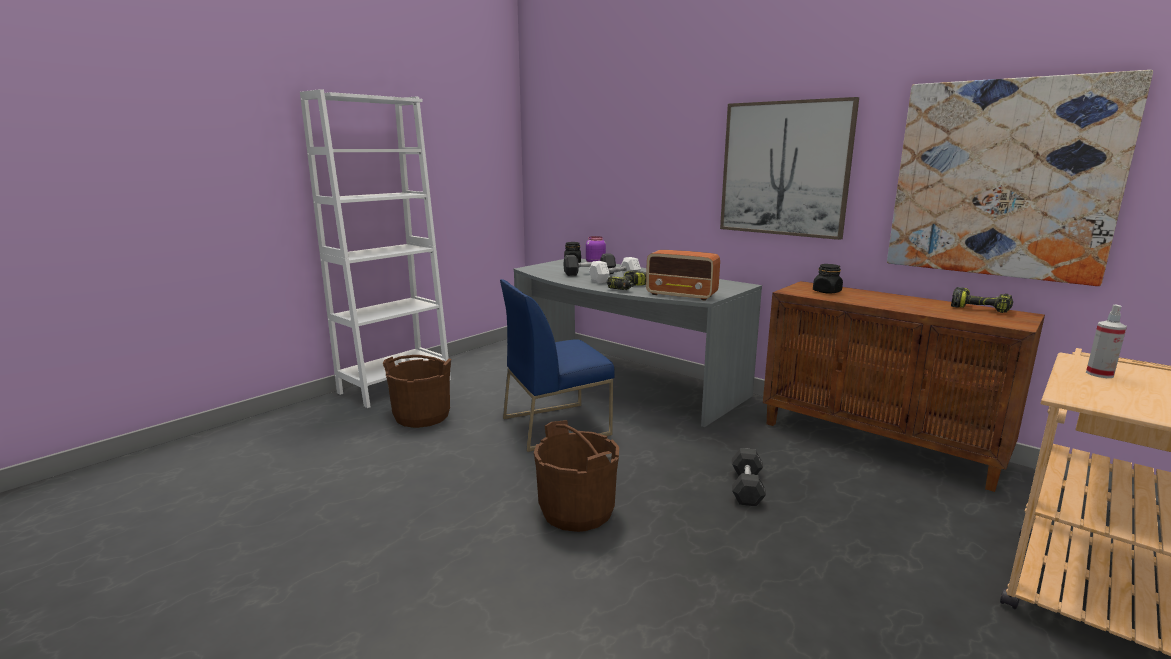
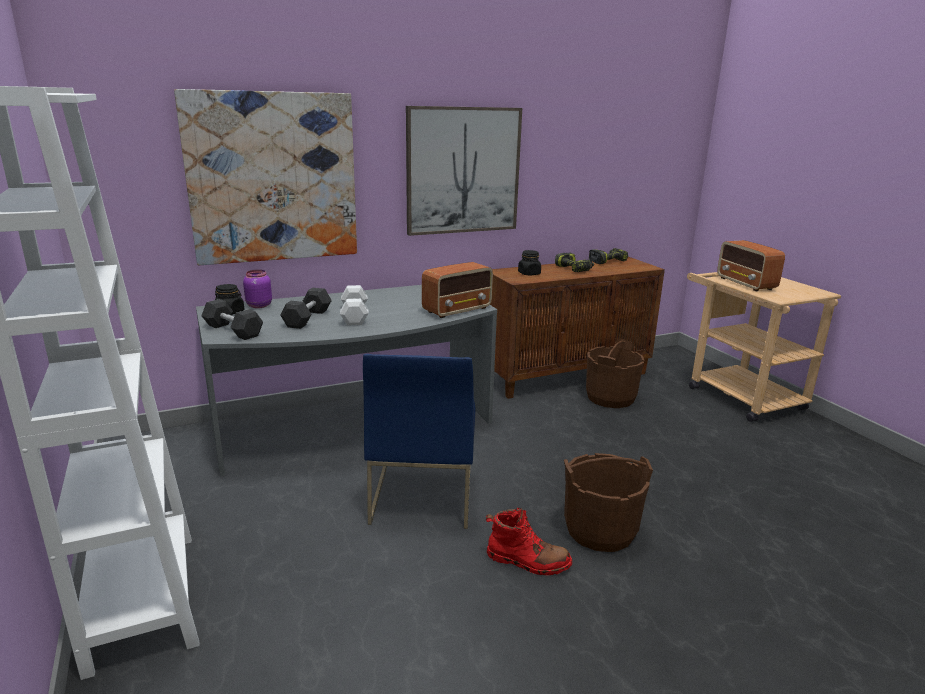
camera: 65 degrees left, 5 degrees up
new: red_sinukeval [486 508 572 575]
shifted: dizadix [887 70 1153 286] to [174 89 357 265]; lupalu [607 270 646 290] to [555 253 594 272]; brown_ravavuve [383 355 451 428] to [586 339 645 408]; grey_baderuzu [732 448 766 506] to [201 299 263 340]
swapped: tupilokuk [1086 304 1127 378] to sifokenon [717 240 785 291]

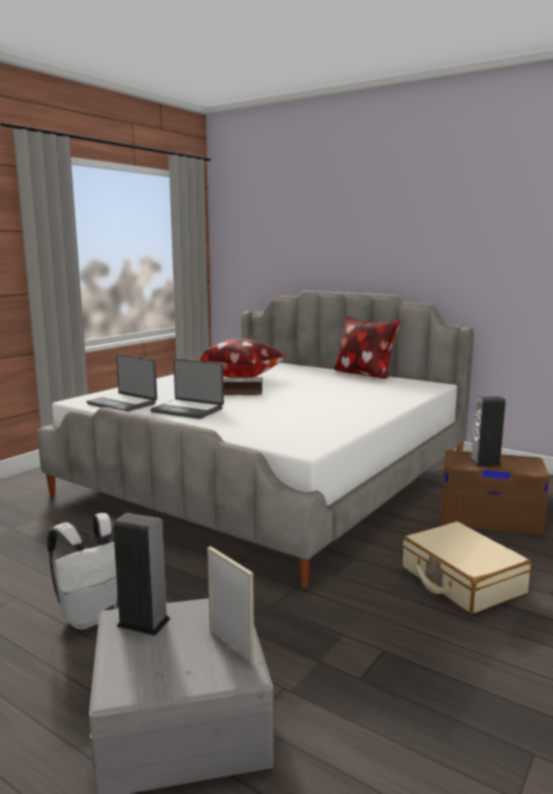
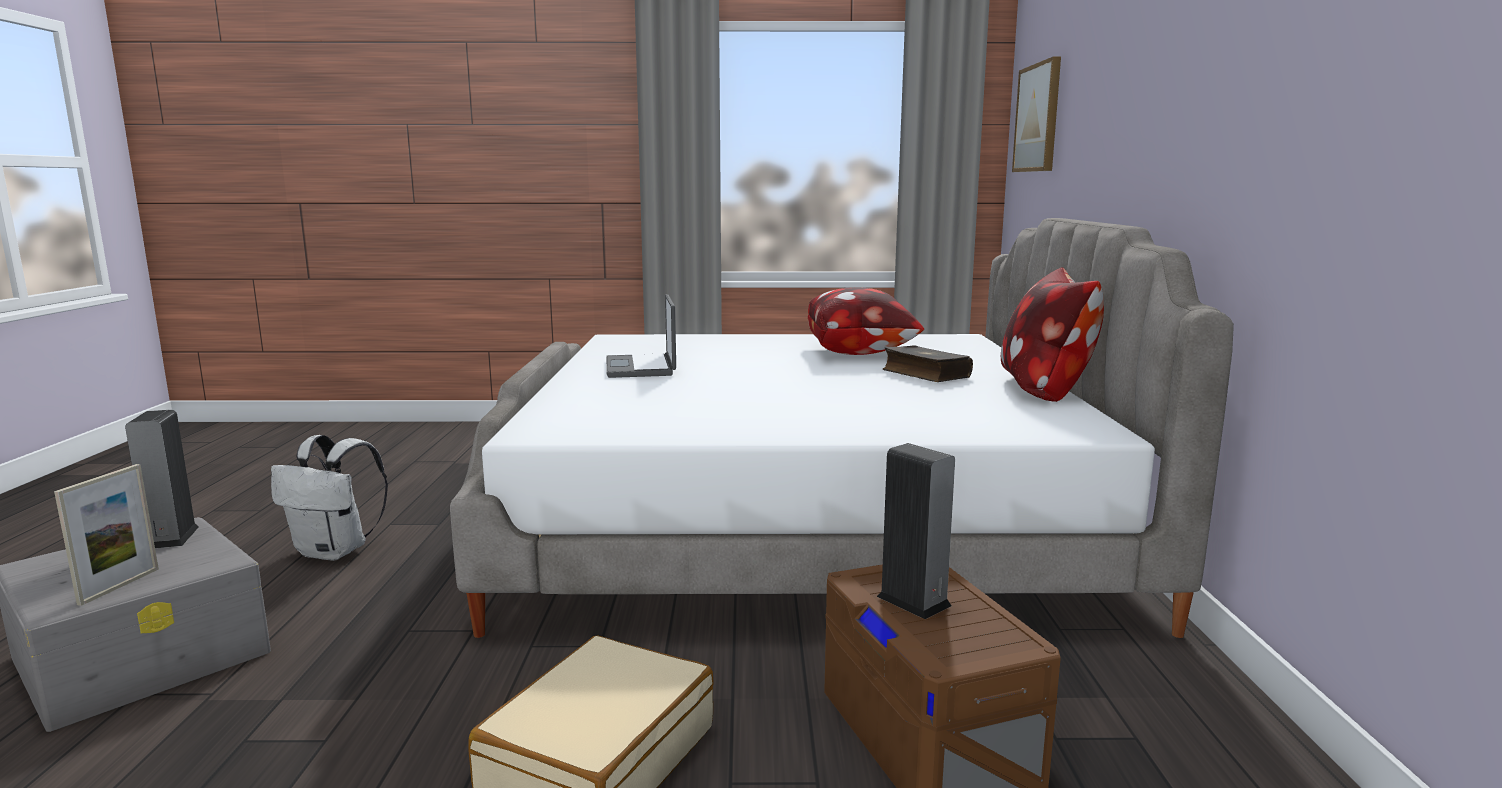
camera: 55 degrees right, 0 degrees up
gone: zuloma [87 354 157 412]
new: dizadix [1012 57 1061 172]
shifted: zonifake [223 377 263 395] to [883 345 973 382]

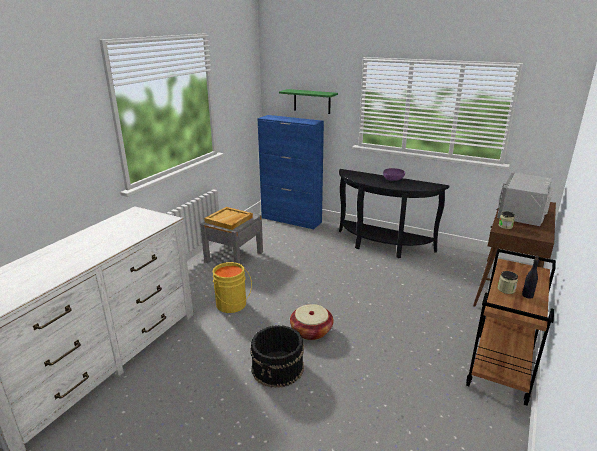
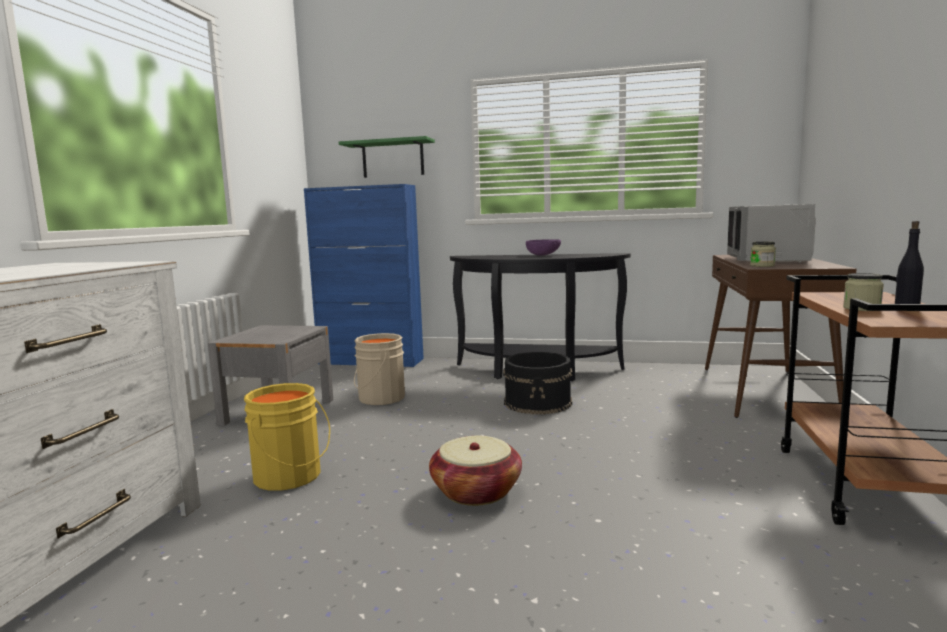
camera: 15 degrees left, 15 degrees down
gone: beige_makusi [204 207 253 230]
new: beige_ravavuve [354 333 405 405]
shifted: black_ravavuve [250 325 304 388] to [503 352 572 414]

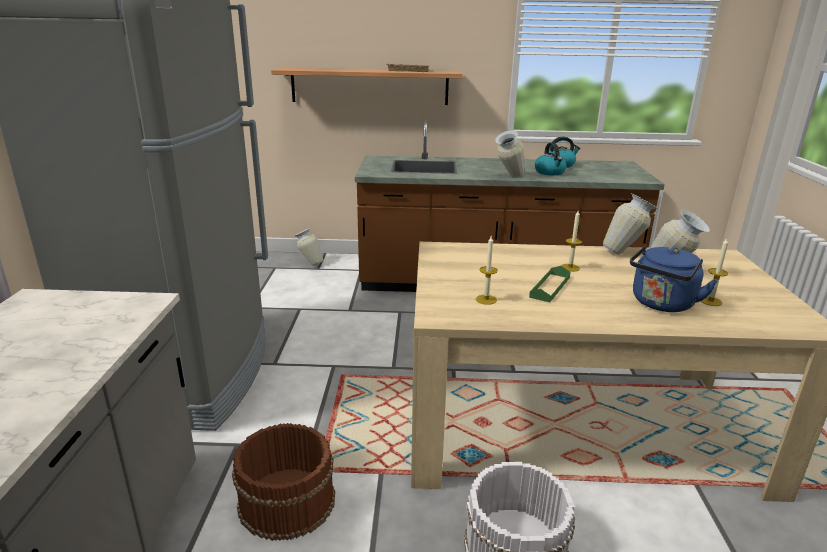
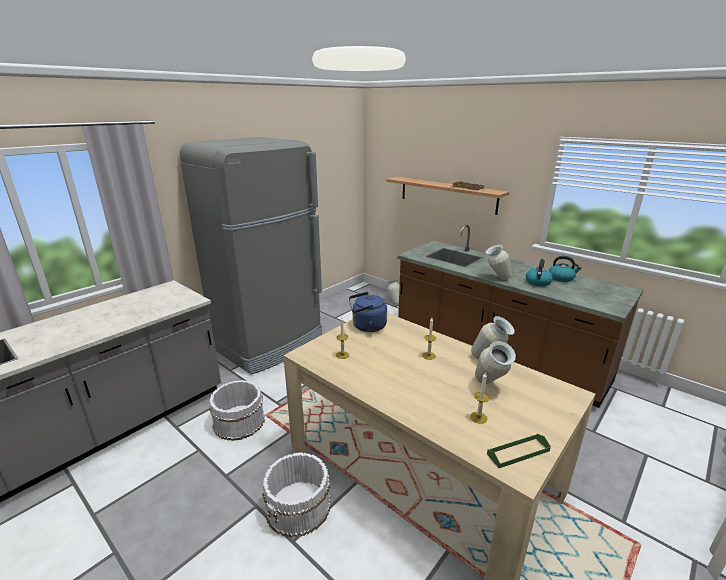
camera: 40 degrees right, 0 degrees up
shifted: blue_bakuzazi [630 244 718 312] to [349 292 387 332]; green_makusi [529 266 570 303] to [487 434 551 468]
repainted: brown_ravavuve [232 423 335 541] to white_ravavuve [209 380 265 441]

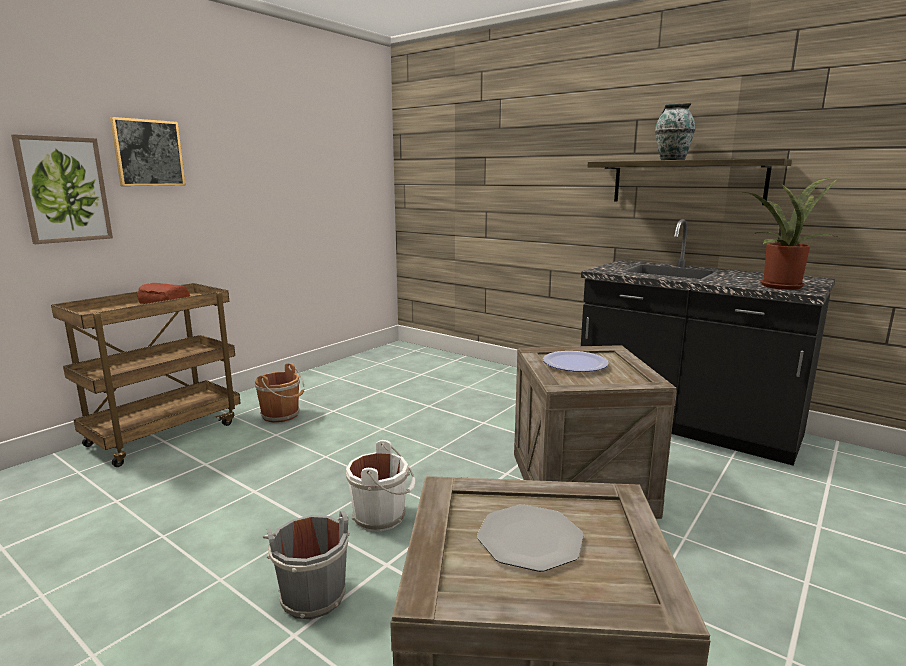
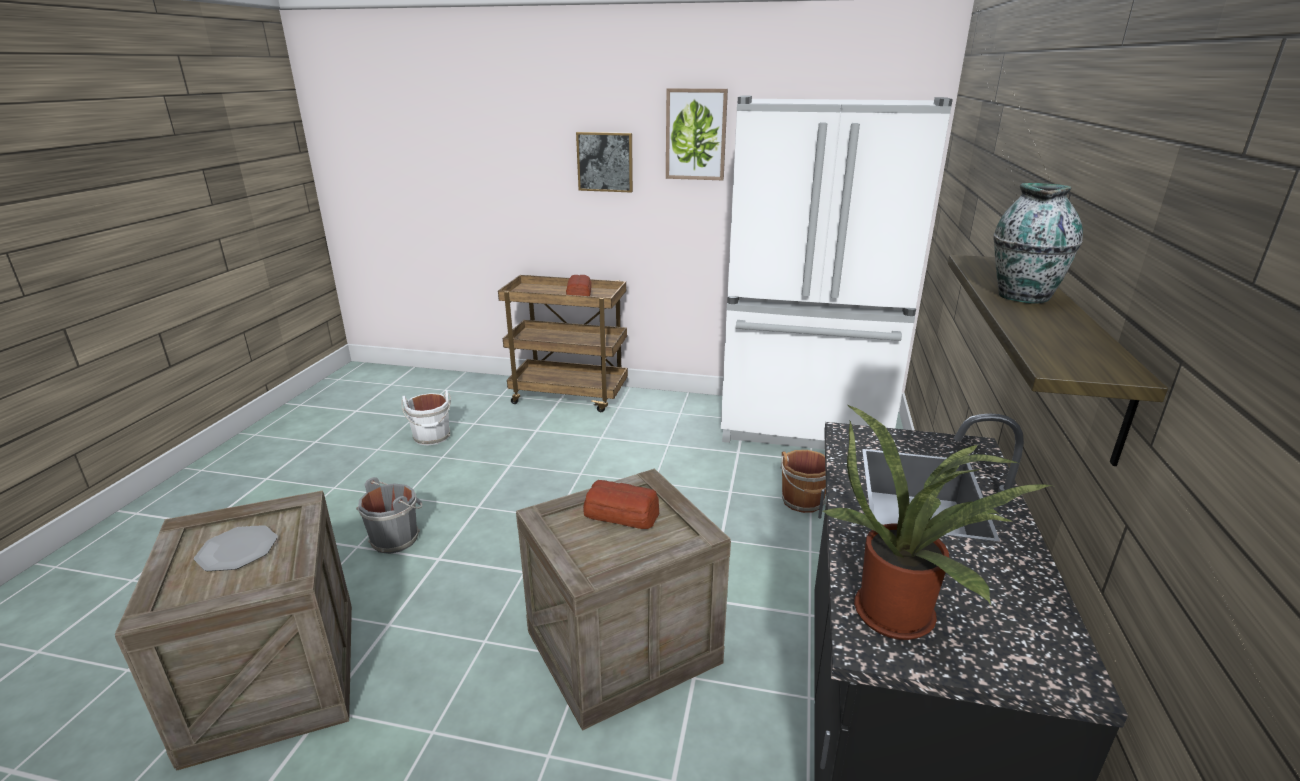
camera: 65 degrees right, 10 degrees up
new: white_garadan [721 96 953 449]
shifted: dizadix [11 134 113 244] to [666 88 728 180]; brown_ravavuve [255 363 304 423] to [780 450 826 513]; white_ravavuve [346 440 415 531] to [401 390 451 446]
swapped: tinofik [543 351 609 372] to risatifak [583 480 659 529]

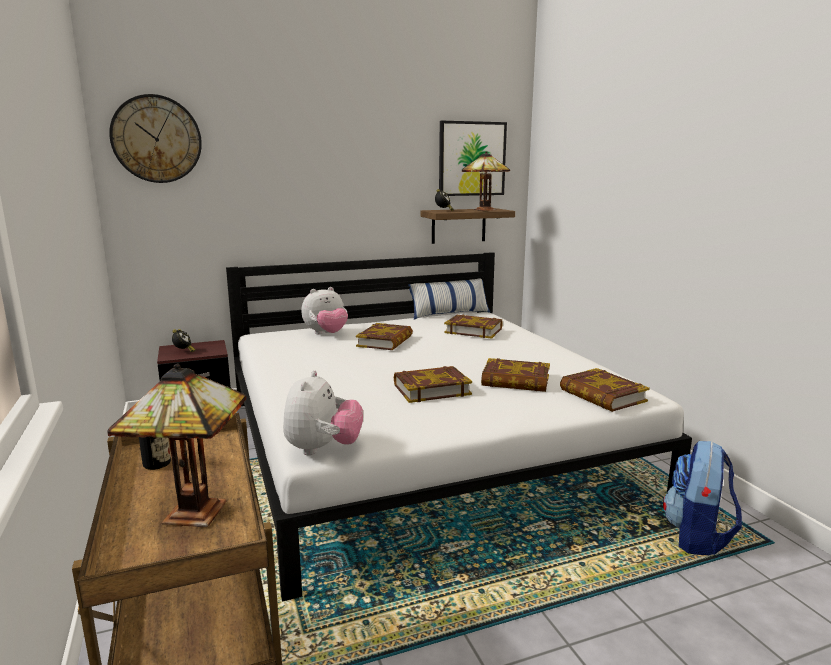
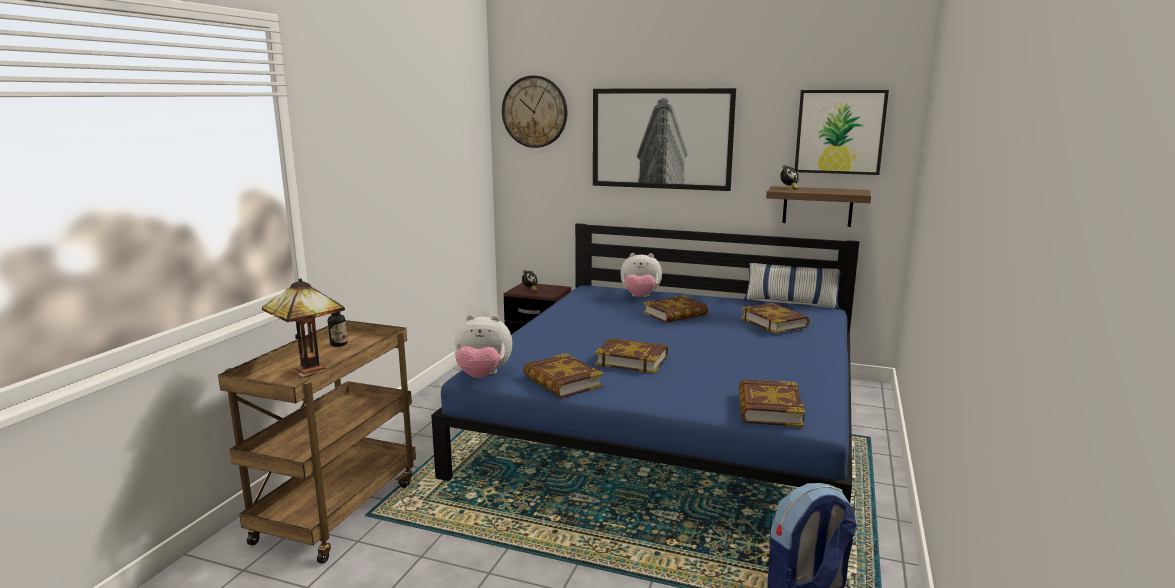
camera: 40 degrees right, 0 degrees up
gone: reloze [462 151 510 211]
new: dizadix [593 88 736 191]
shifted: zonifake [481 358 550 392] to [523 353 603 398]
repainted: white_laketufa [226 252 692 602] to blue_laketufa [431 223 859 503]
rotated: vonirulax [283 370 363 455] = [454 315 512 378] 45 degrees clockwise

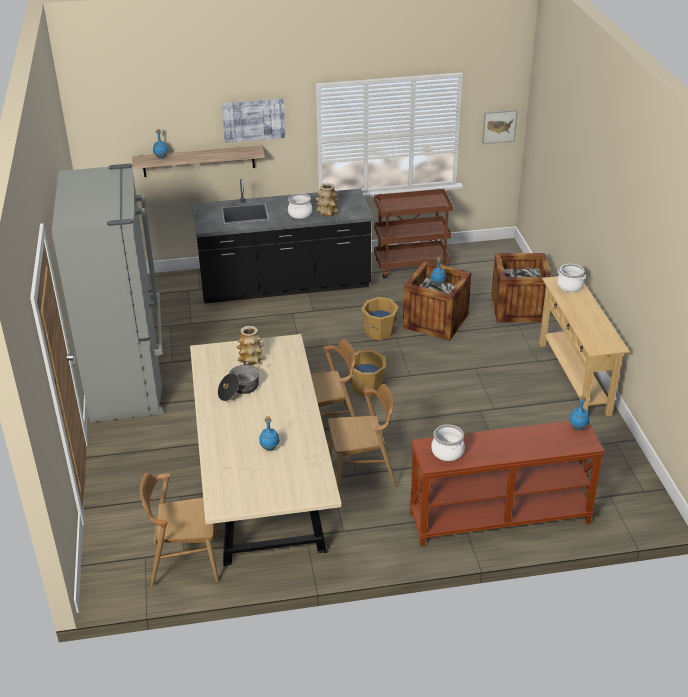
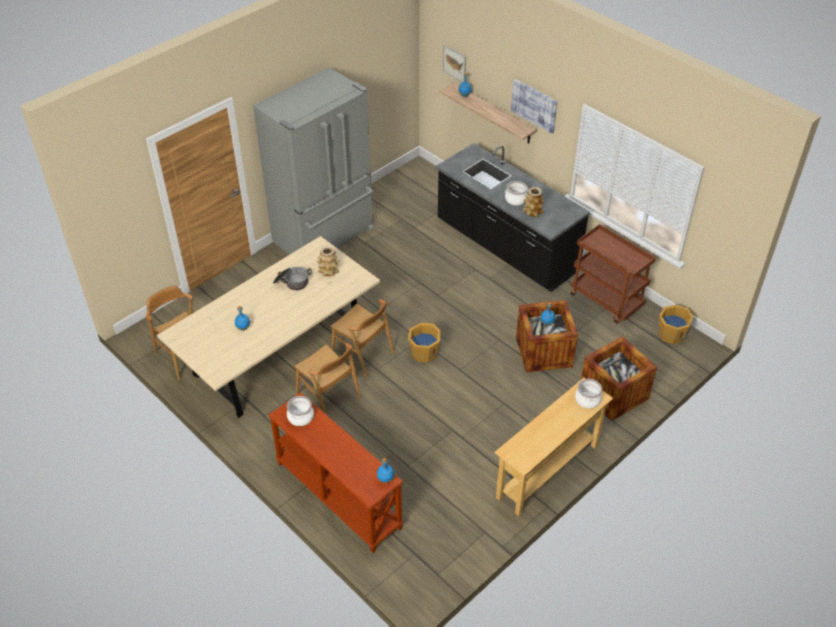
camera: 55 degrees right, 10 degrees up
shifted: dizadix [482 110 518 144] to [443 45 466 82]; orange_ravavuve [361 297 400 340] to [656 305 694 344]

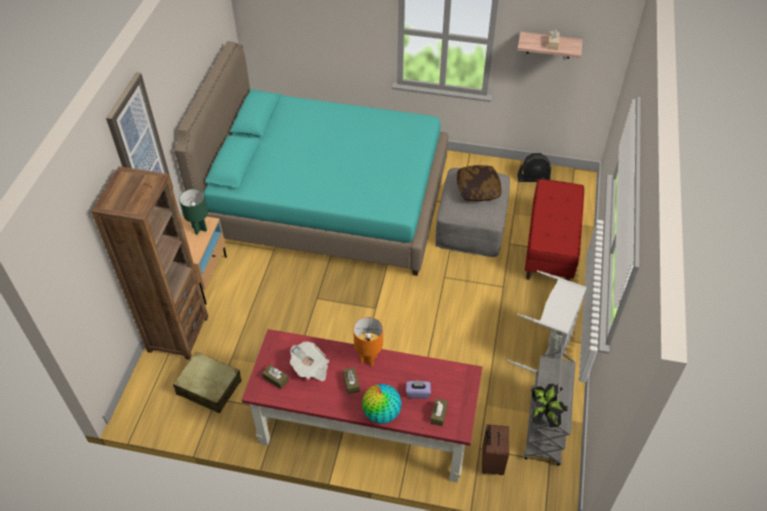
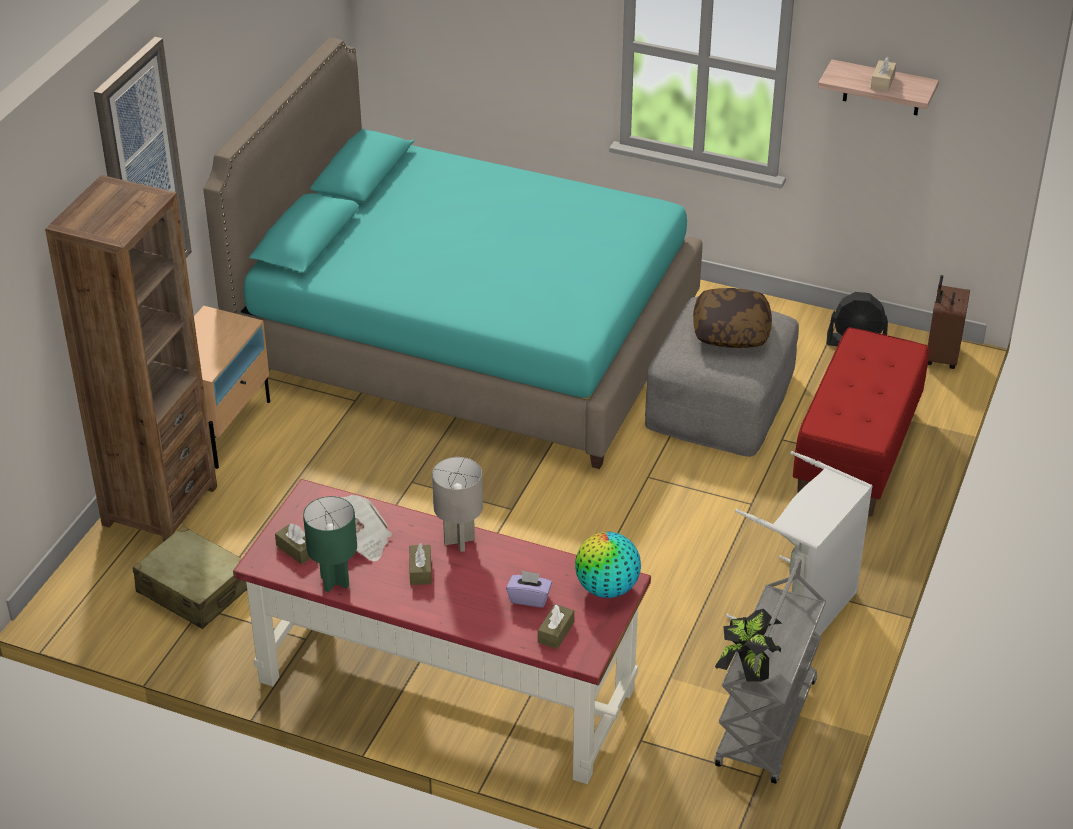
camera: 10 degrees right, 10 degrees down
shifted: green_reloze [179 189 208 235] to [303 496 357 592]; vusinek [362 384 402 424] to [575 532 641 598]; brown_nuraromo [482 425 509 475] to [928 275 970 369]
repainted: orange_reloze [353 317 383 367] to grey_reloze [432 457 483 552]

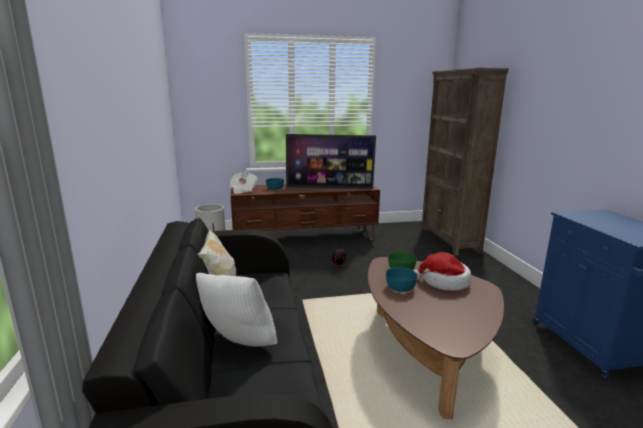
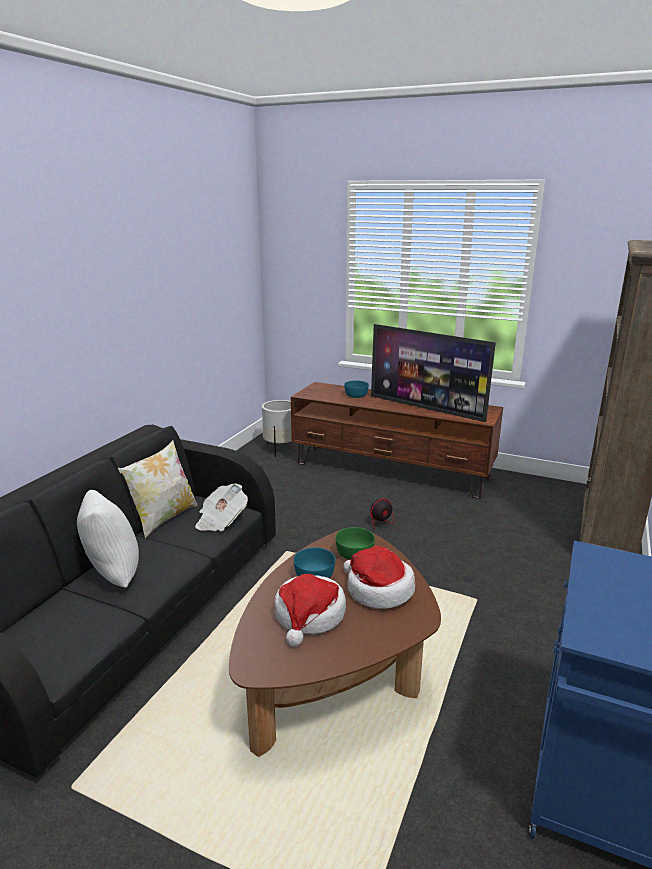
camera: 35 degrees right, 5 degrees up
new: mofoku [274 574 346 647]
shifted: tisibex [229 171 258 194] to [195 483 248 532]

